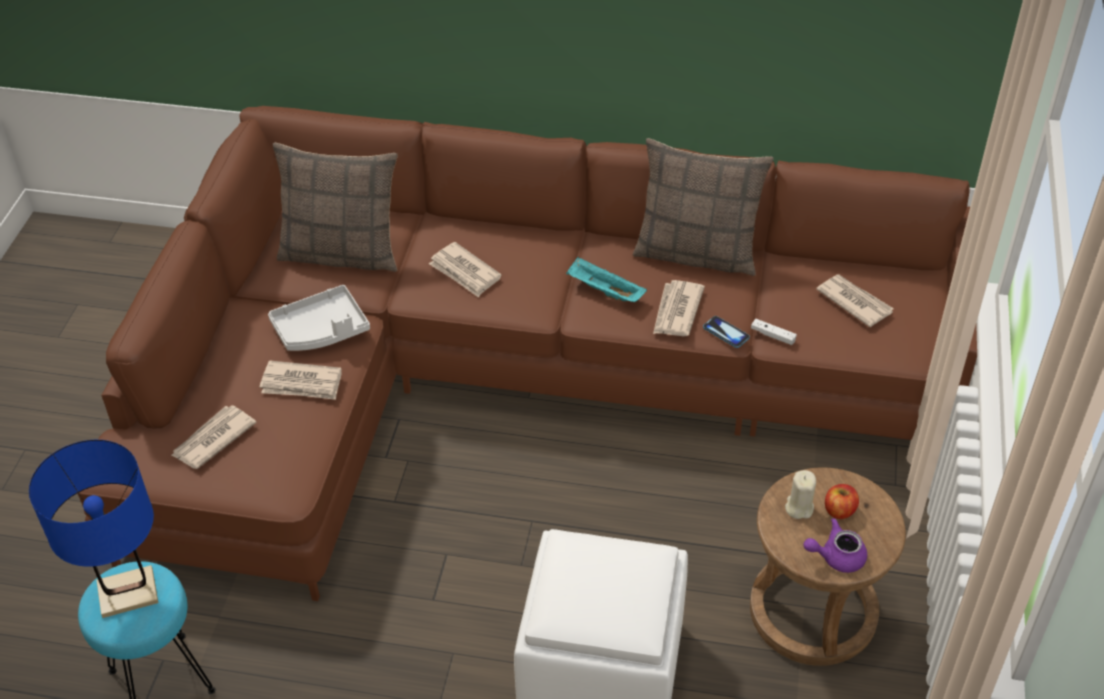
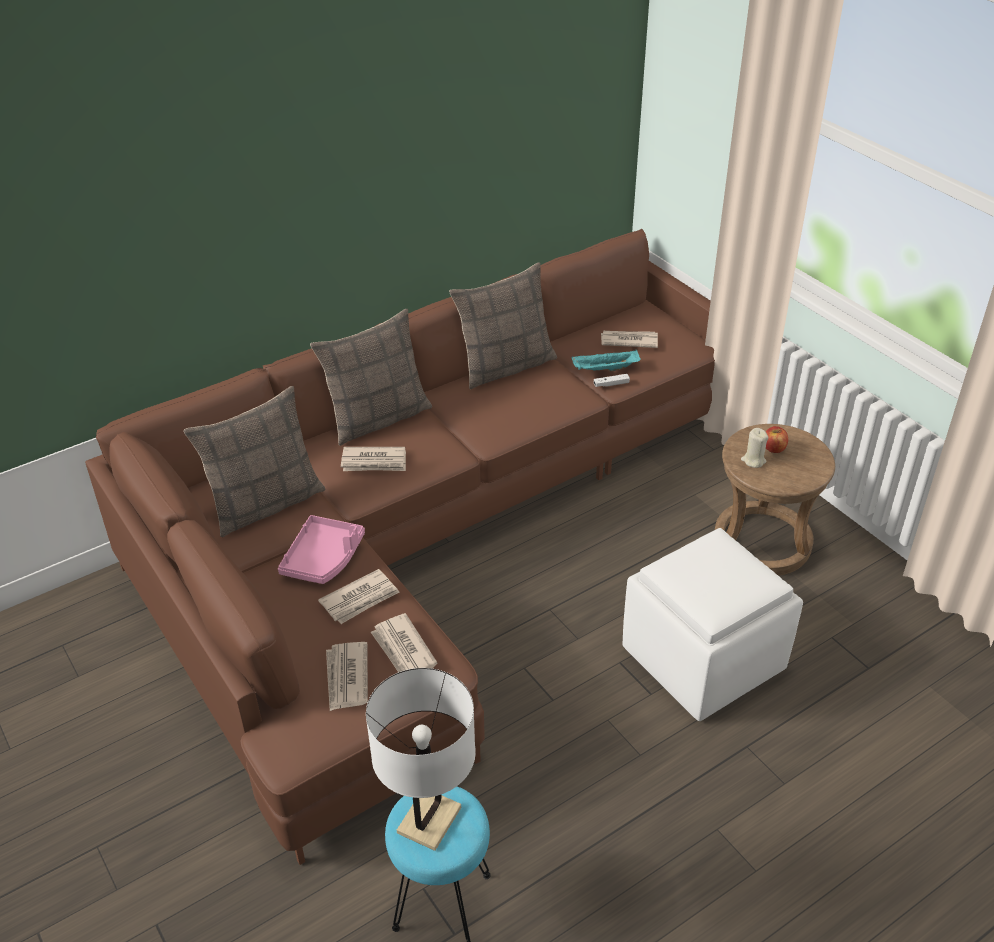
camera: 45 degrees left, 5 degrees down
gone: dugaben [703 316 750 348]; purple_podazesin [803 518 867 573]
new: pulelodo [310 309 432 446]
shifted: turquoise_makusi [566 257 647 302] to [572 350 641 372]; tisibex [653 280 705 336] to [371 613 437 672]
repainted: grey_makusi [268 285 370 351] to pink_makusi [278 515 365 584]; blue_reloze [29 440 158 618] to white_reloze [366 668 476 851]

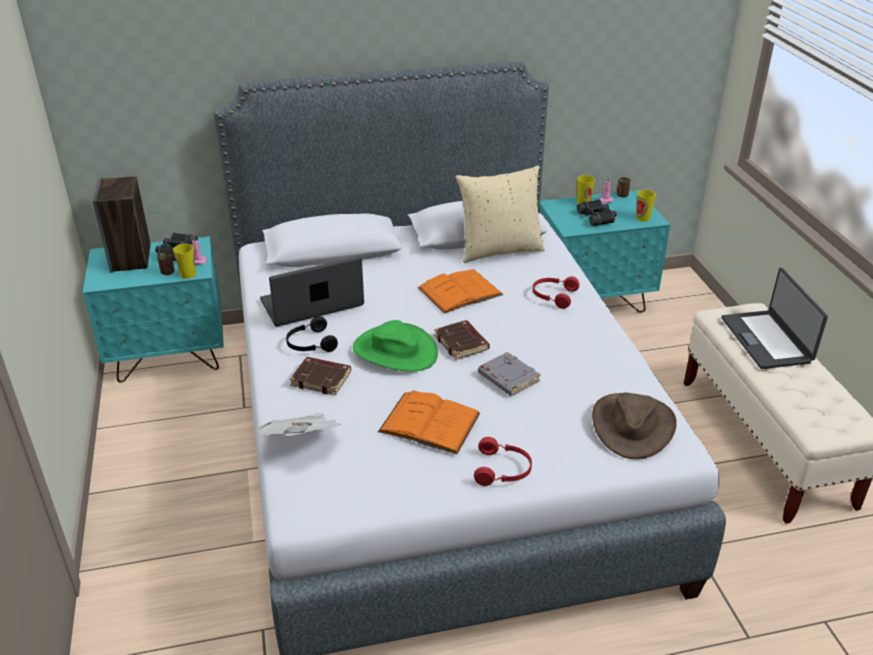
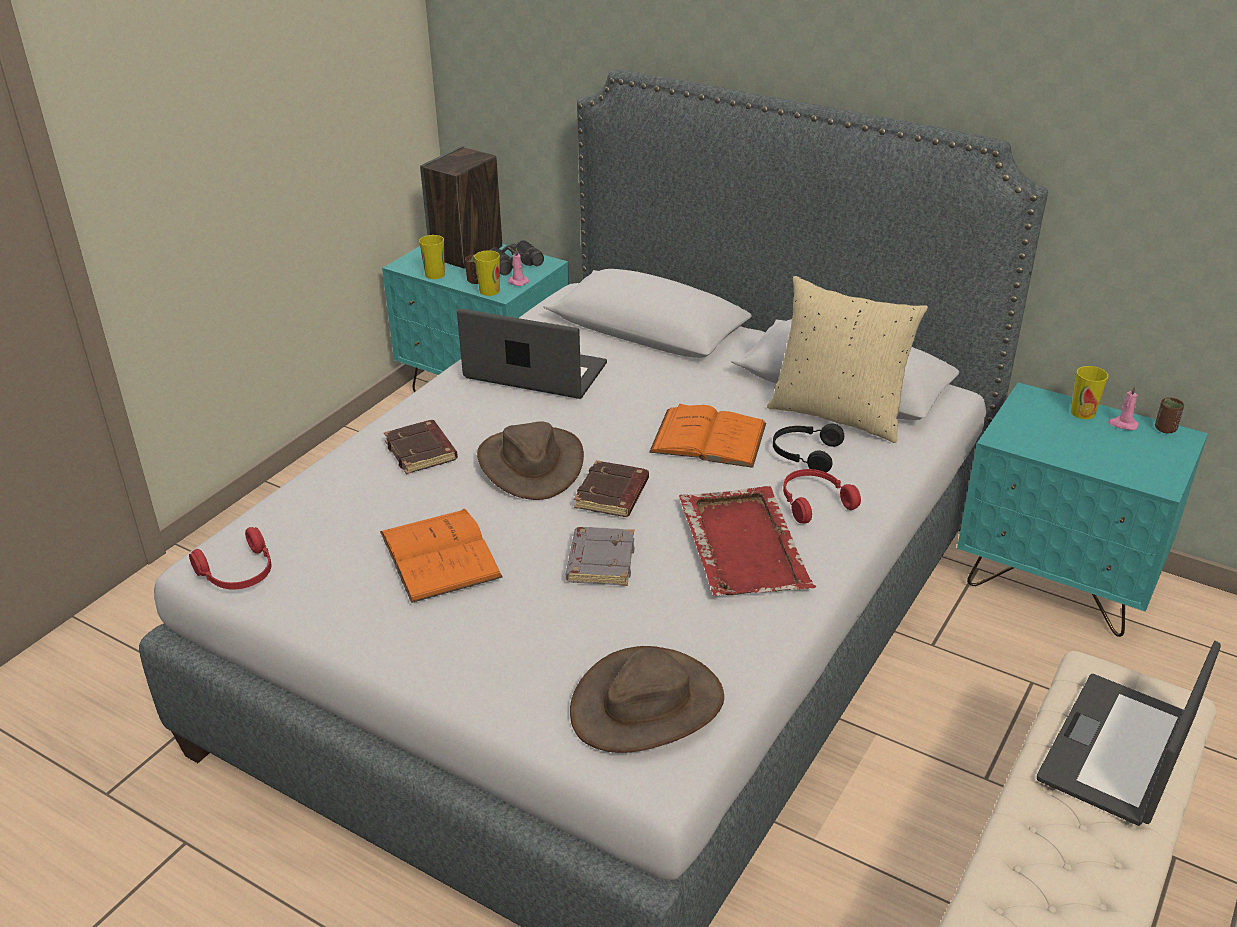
camera: 45 degrees right, 0 degrees up
gone: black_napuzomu [577 199 617 226]; tisibex [256 413 341 436]
new: red_makusi [679 486 816 596]
shifted: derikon [636 190 656 222] to [419 235 445 279]; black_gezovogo [286 316 338 352] to [773 423 844 473]; red_gezovogo [474 437 532 486] to [189 527 271 590]
repainted: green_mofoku [353 320 438 372] to brown_mofoku [477 421 584 500]

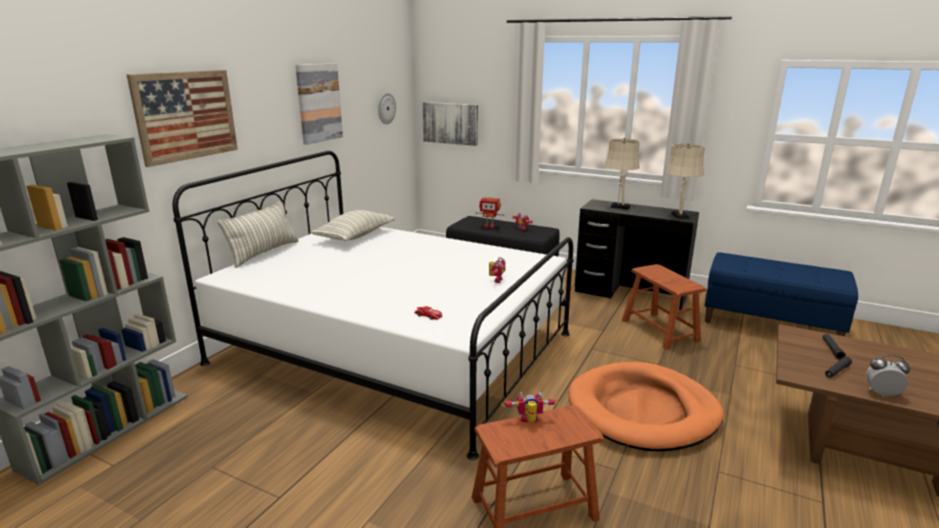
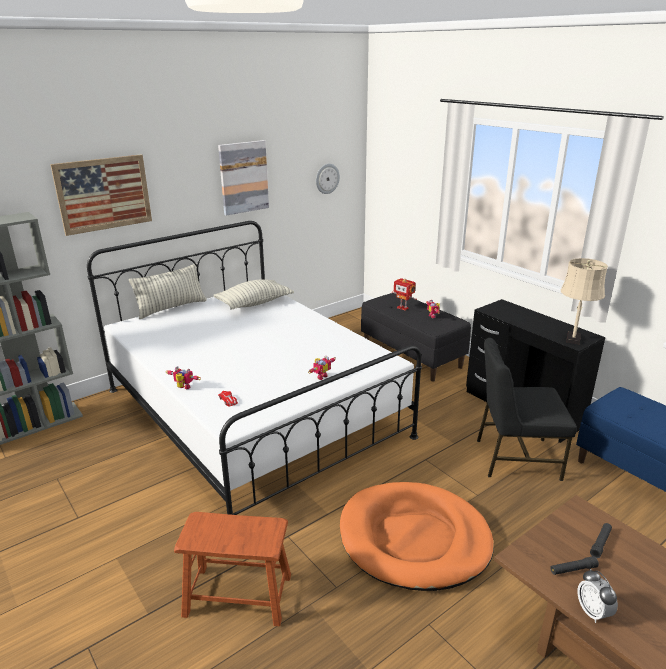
camera: 25 degrees right, 5 degrees up
gone: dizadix [423 102 478 146]; beige_reloze [605 137 640 210]
shifted: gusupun [501 392 559 423] to [166 366 200 389]
swapped: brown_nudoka [622 264 707 350] to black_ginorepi [477 338 577 481]
rotated: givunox [866 355 910 397] = [577 569 618 623] 150 degrees counterclockwise

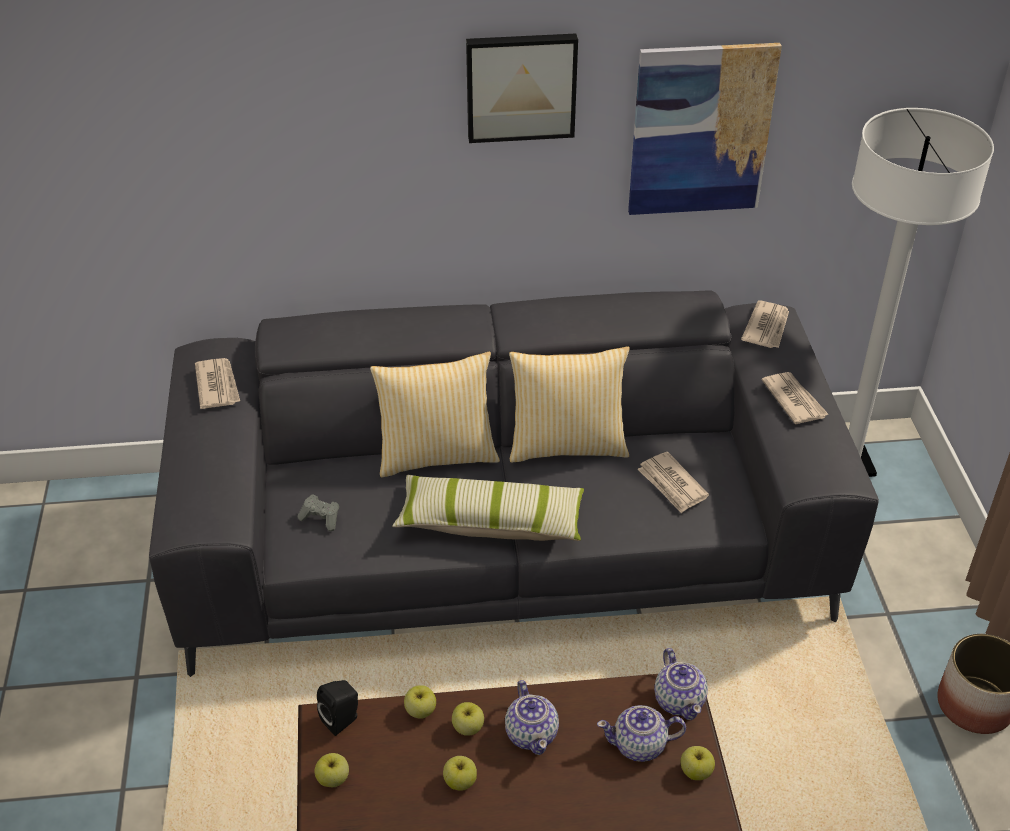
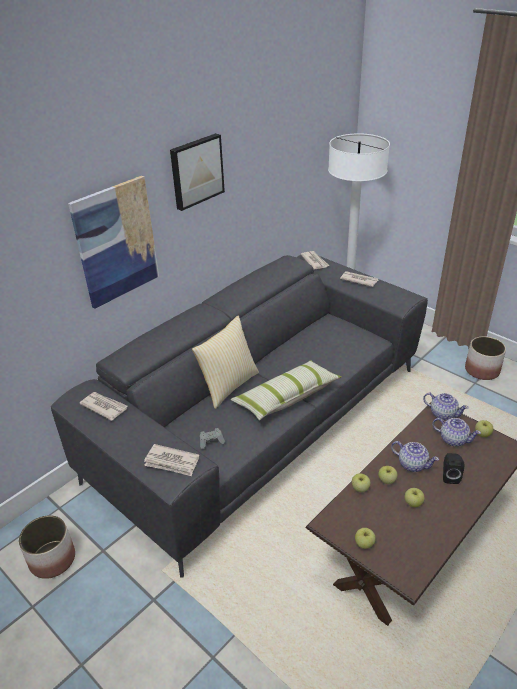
camera: 40 degrees left, 5 degrees down
gone: pulelodo [509 346 630 463]
new: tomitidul [19 515 75 579]
shifted: dizadix [628 43 782 215] to [68 176 159 309]; tisibex [637 452 709 514] to [144 444 199 476]; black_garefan [317 680 358 736] to [443 453 465 484]
rotated: podazesin [597 705 686 762] = [432 418 481 447] 105 degrees counterclockwise

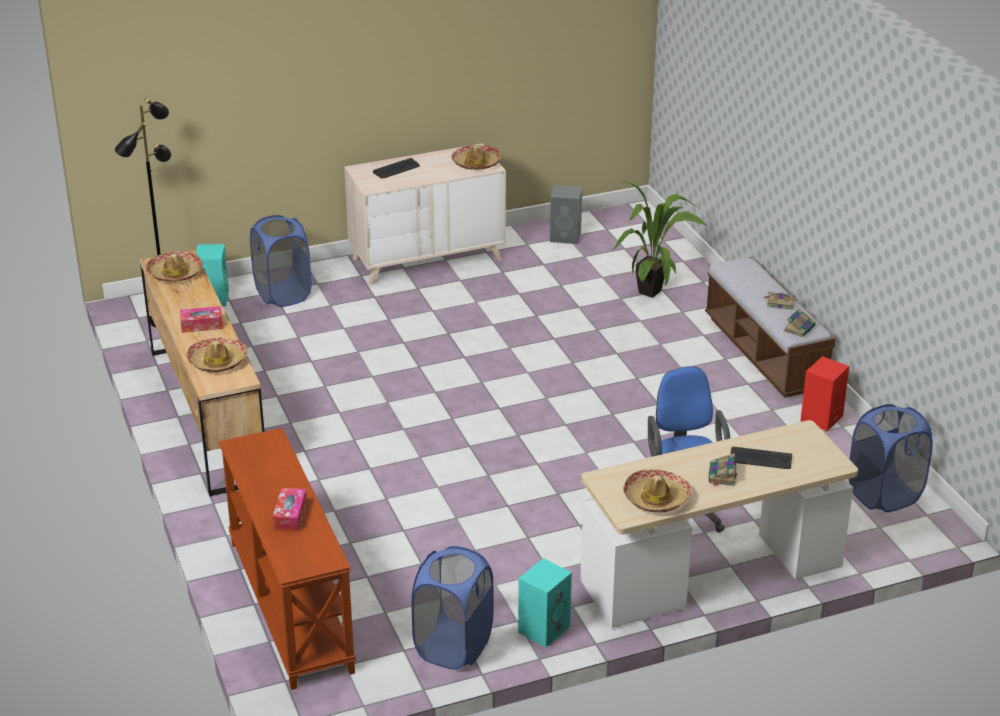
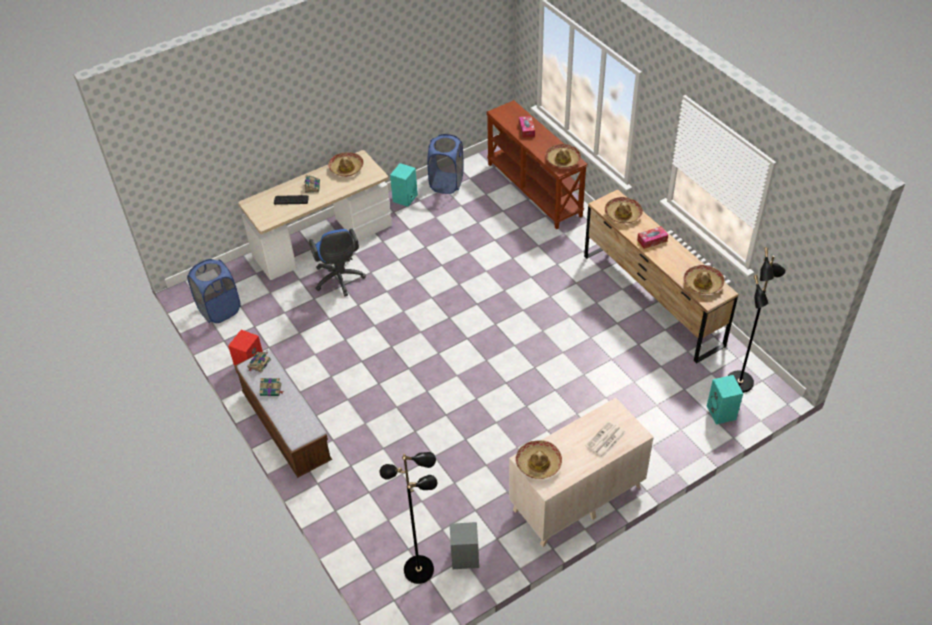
camera: 170 degrees right, 15 degrees up
gone: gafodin [612 181 708 298]; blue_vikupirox [250 215 311 307]
new: mofoku [545 144 581 168]; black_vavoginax [379 452 437 584]
swapped: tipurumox [373 158 420 179] to tisibex [586 421 625 458]

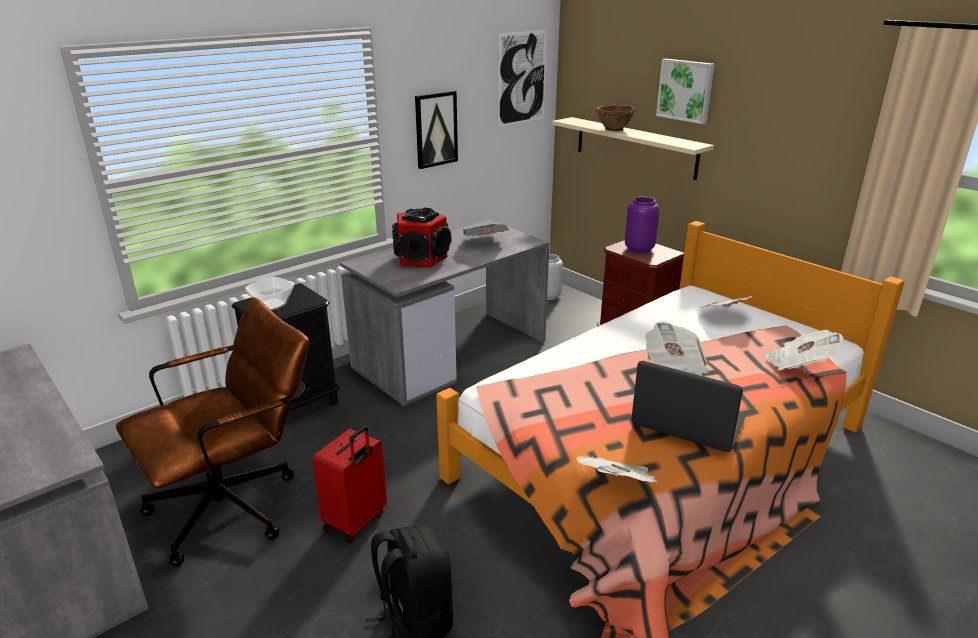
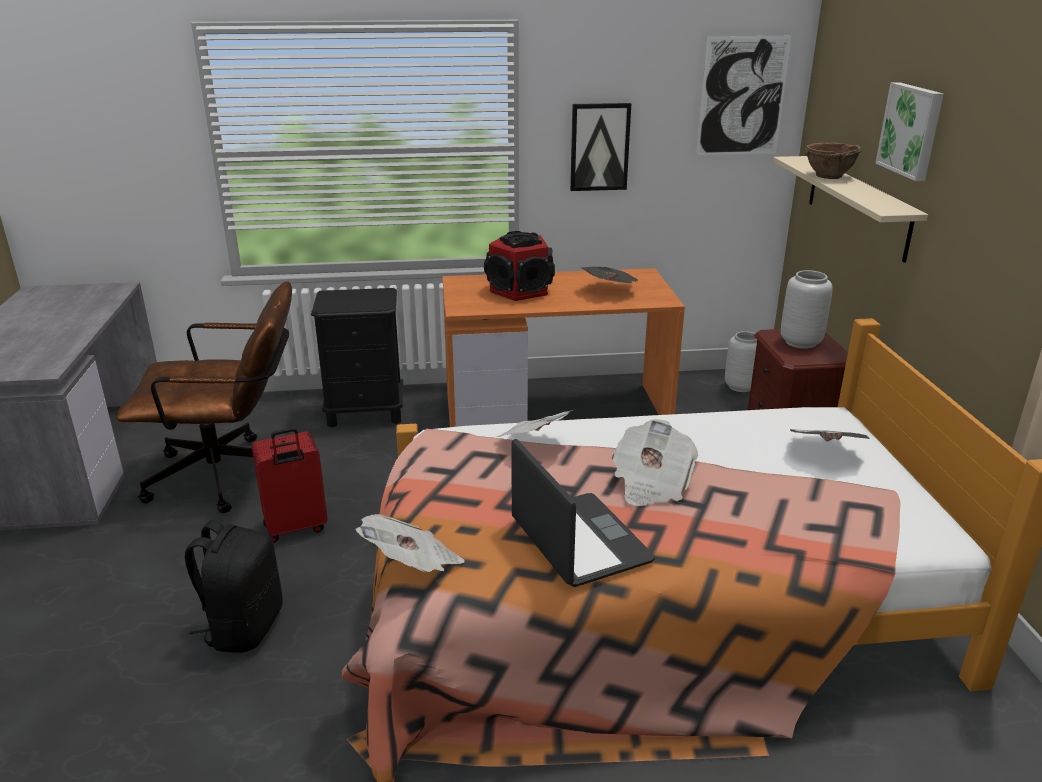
camera: 35 degrees right, 0 degrees up
gone: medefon [245 277 294 311]
shifted: tisibex [764 330 844 370] to [496 410 573 437]
repainted: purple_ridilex [625 197 659 253] to grey_ridilex [781 270 833 349]; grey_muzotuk [340 220 549 406] to orange_muzotuk [442 268 685 427]

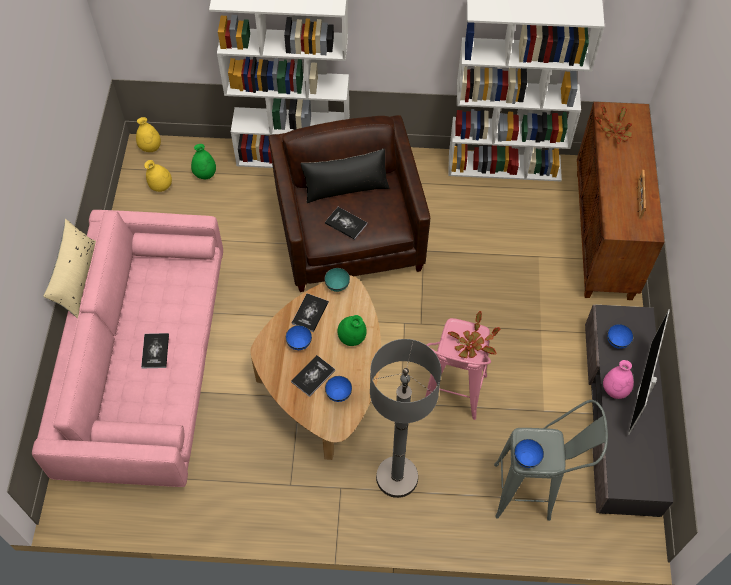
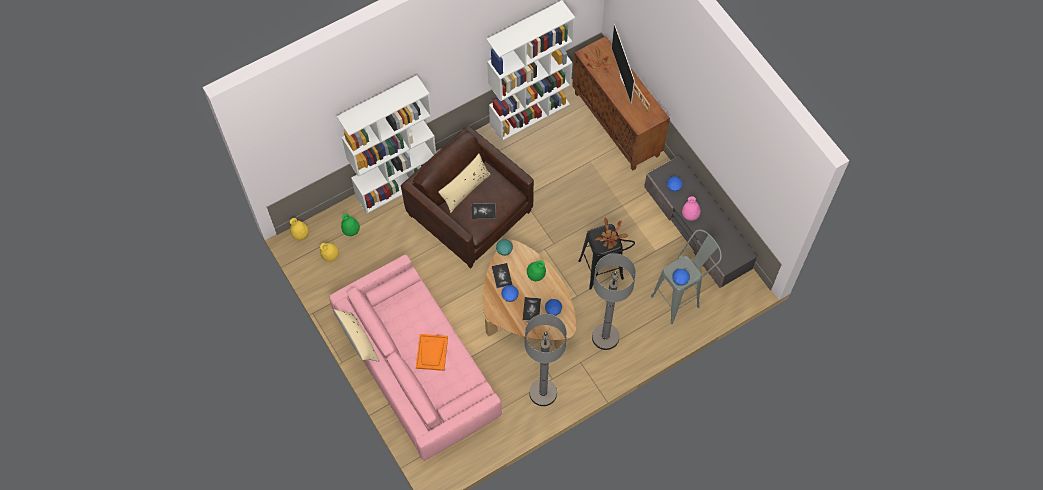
camera: 35 degrees left, 5 degrees up
new: grey_vavoginax [525 314 567 406]
shifted: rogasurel [628 310 670 435] to [612 24 635 104]
swapped: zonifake [141 333 169 368] to orange_makusi [416 334 448 371]
repainted: black_pulelodo [300 148 389 203] to beige_pulelodo [438 154 491 213]; pink_nudoka [425 318 491 420] to black_nudoka [578 224 635 290]

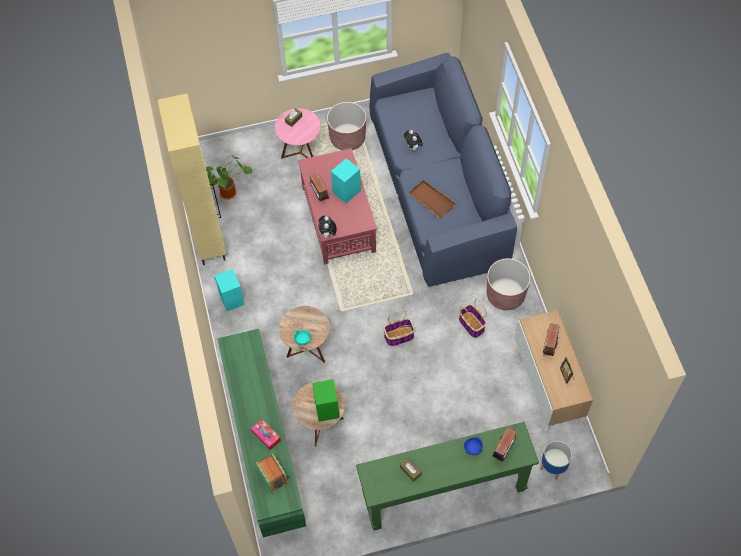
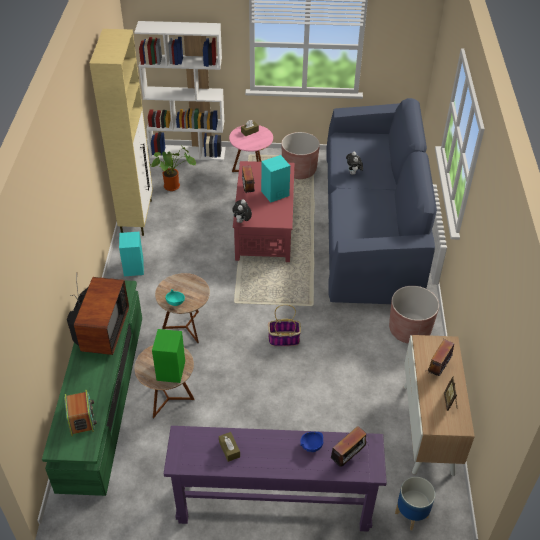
camera: 15 degrees right, 15 degrees down
gone: brown_makusi [409 180 456 218]; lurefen [459 299 487 338]; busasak [251 419 281 450]
new: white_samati [134 21 226 161]; rogasurel [67 277 129 355]
repainted: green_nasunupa [356 422 539 531] to purple_nasunupa [164 426 387 532]

